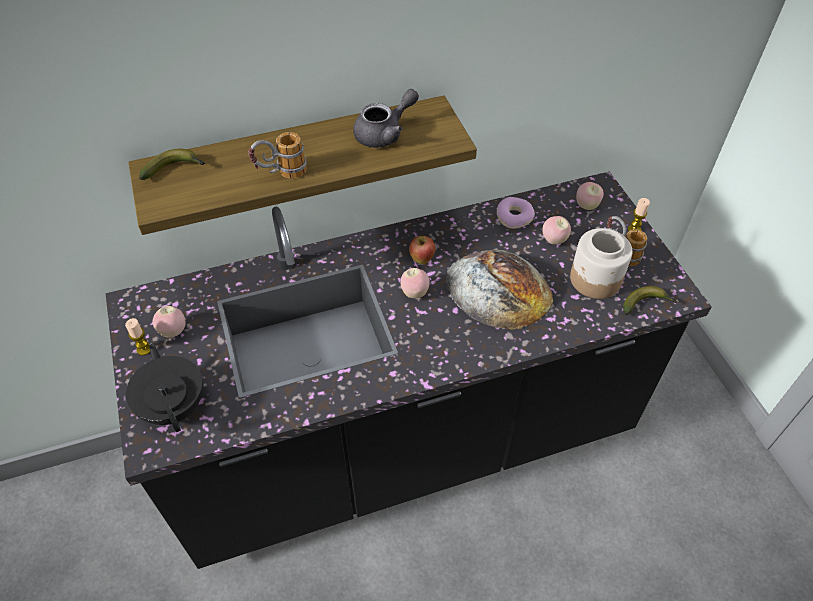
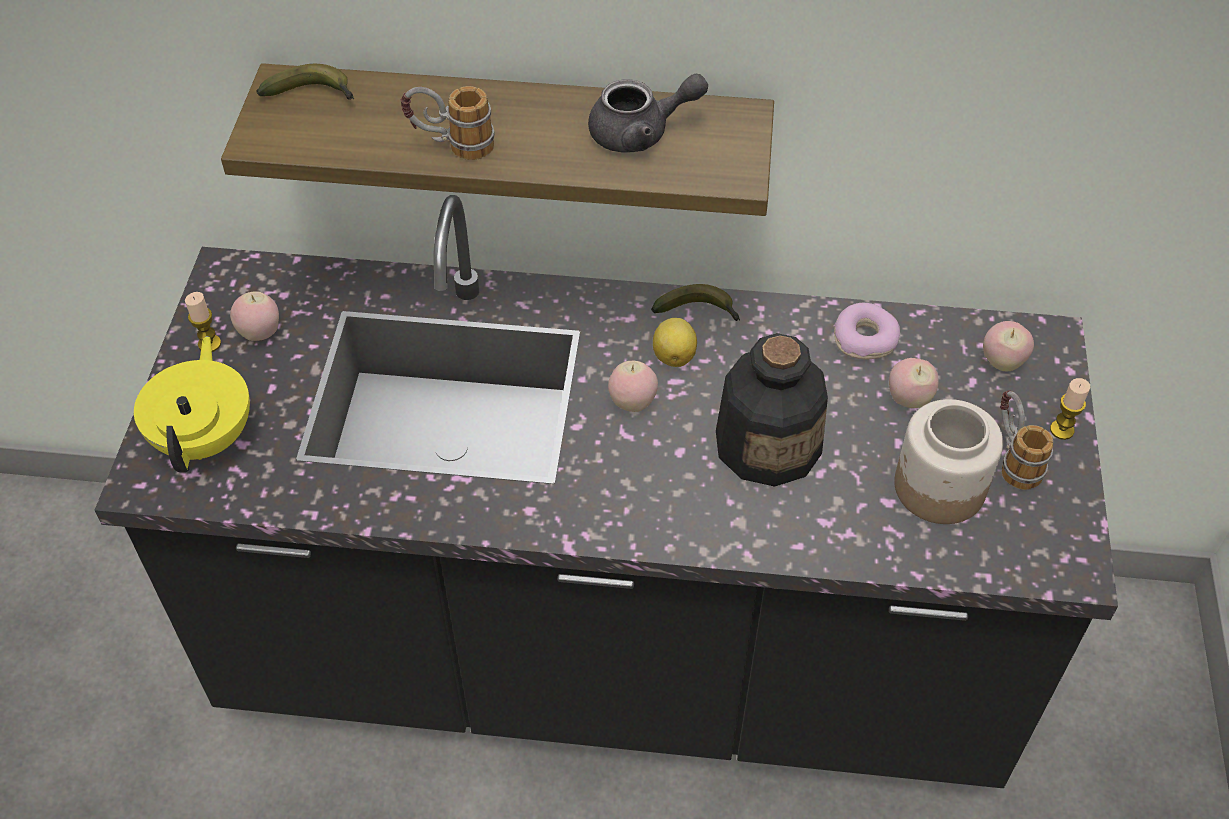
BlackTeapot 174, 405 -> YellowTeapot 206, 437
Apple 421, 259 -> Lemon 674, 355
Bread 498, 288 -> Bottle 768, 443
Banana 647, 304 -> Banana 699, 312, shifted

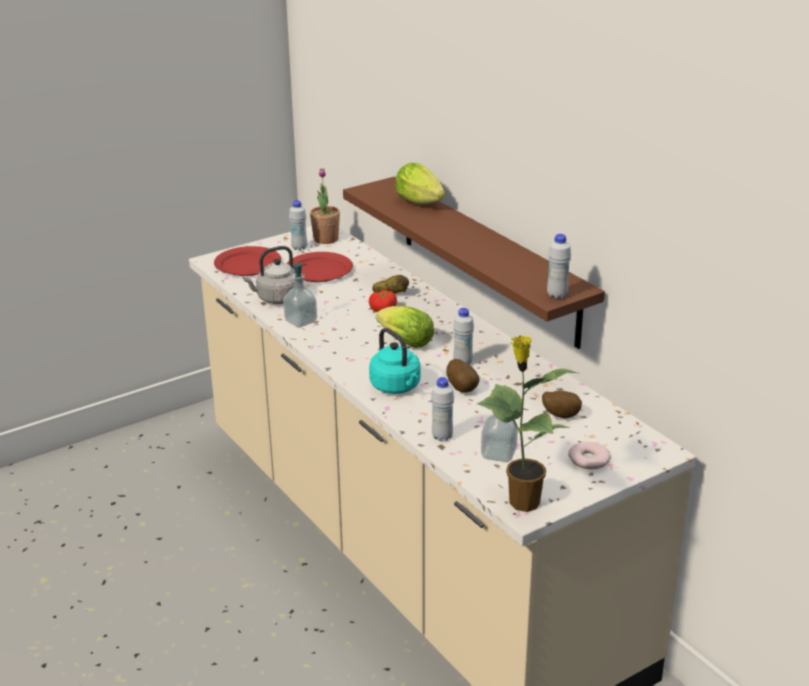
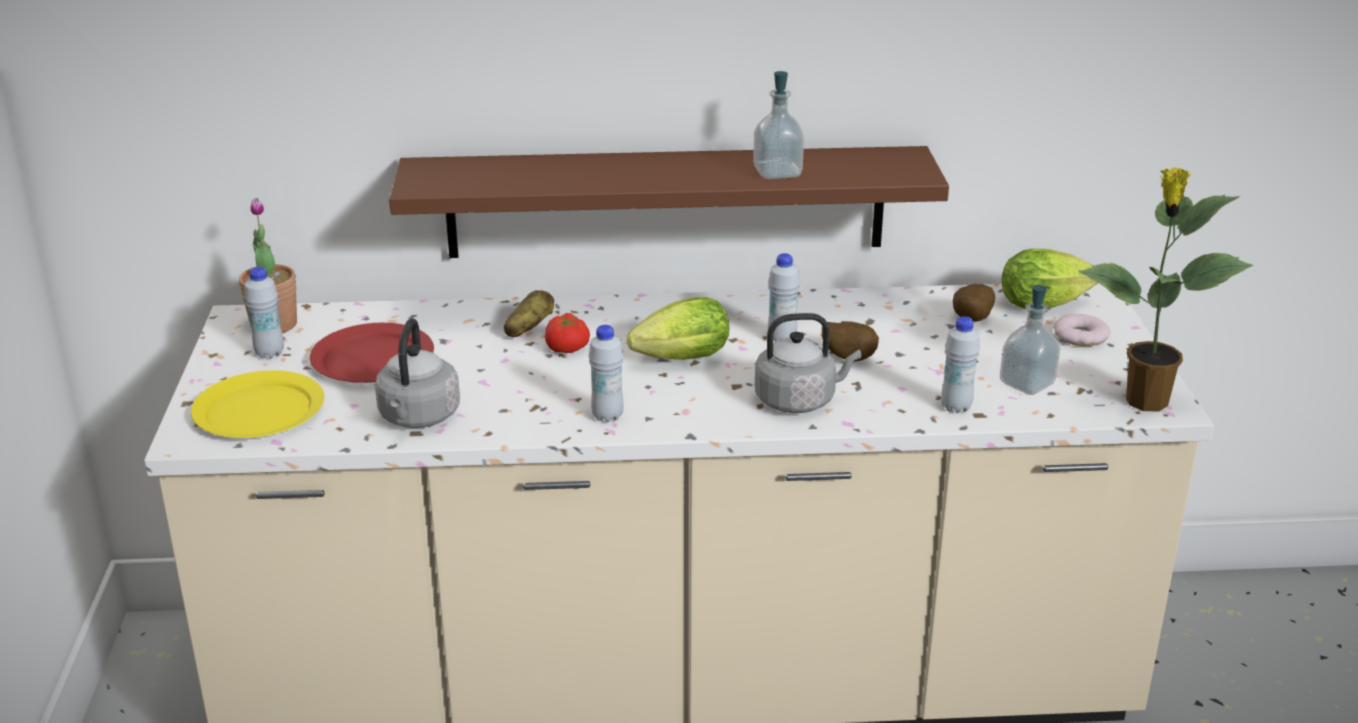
RedPlate 247, 264 -> YellowPlate 259, 411
SoapDispenser 301, 321 -> SoapDispenser 777, 172, shifted
TurquoiseKettle 397, 387 -> GreyKettle 799, 400
Lettuce 422, 203 -> Lettuce 1048, 304, shifted
WhiteBottle 557, 295 -> WhiteBottle 607, 416, shifted

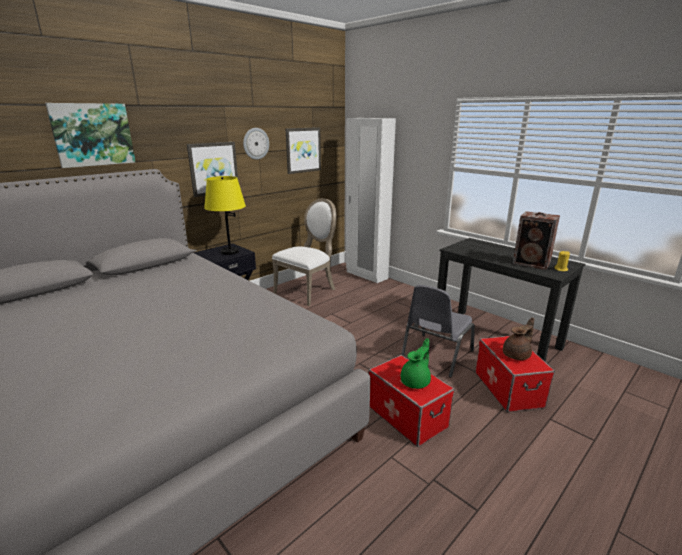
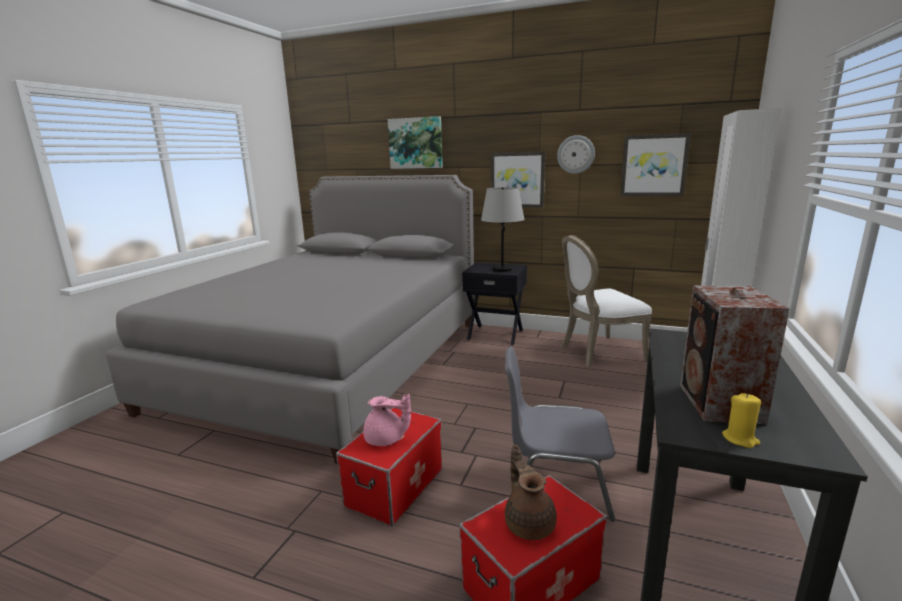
YellowTableLamp 229, 252 -> GreyTableLamp 502, 269
WhiteChair 308, 291 -> WhiteChair 598, 352, 150 degrees clockwise
GreenTeapot 416, 381 -> PinkTeapot 386, 440
BrownTeapot 517, 355 -> BrownTeapot 529, 522, 135 degrees counterclockwise

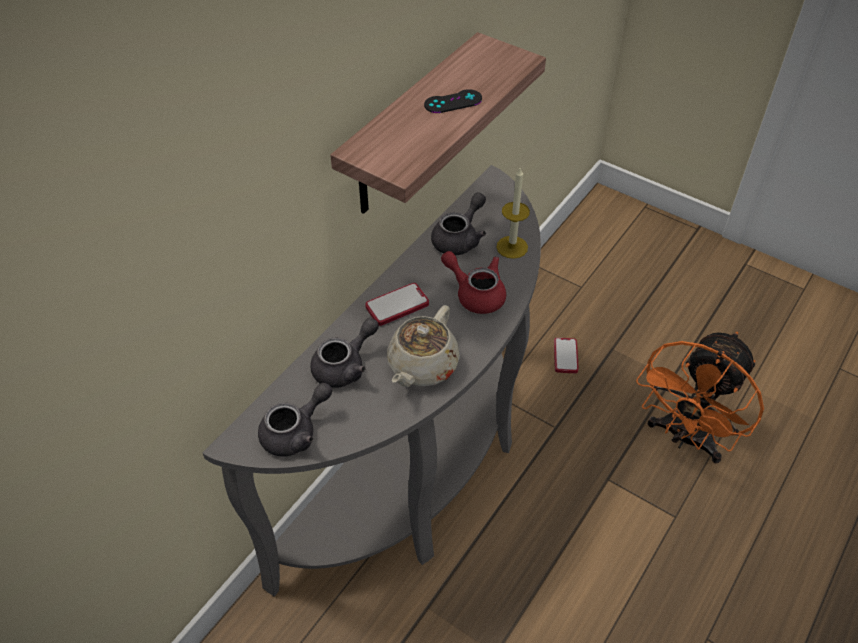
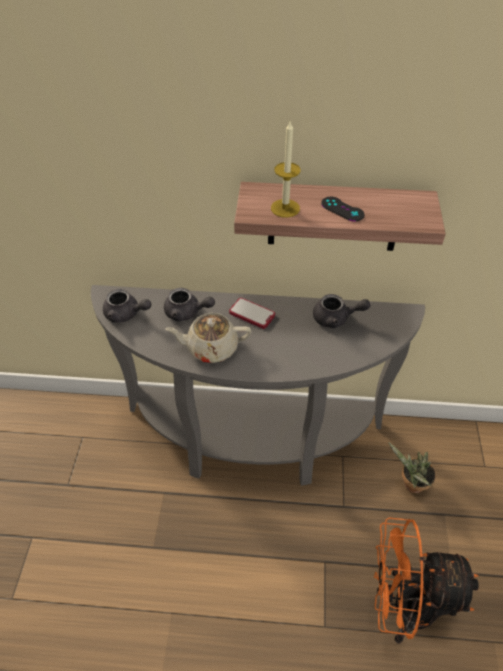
RedTeapot 475, 294 -> none
Candle 512, 247 -> Candle 285, 208, shifted
Phone 565, 356 -> PottedPlant 410, 485

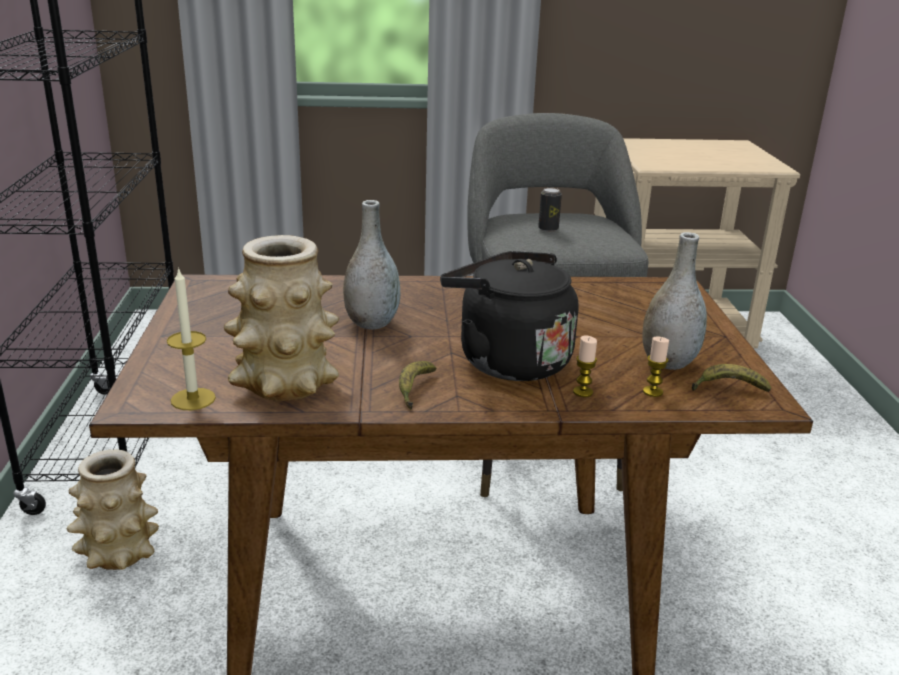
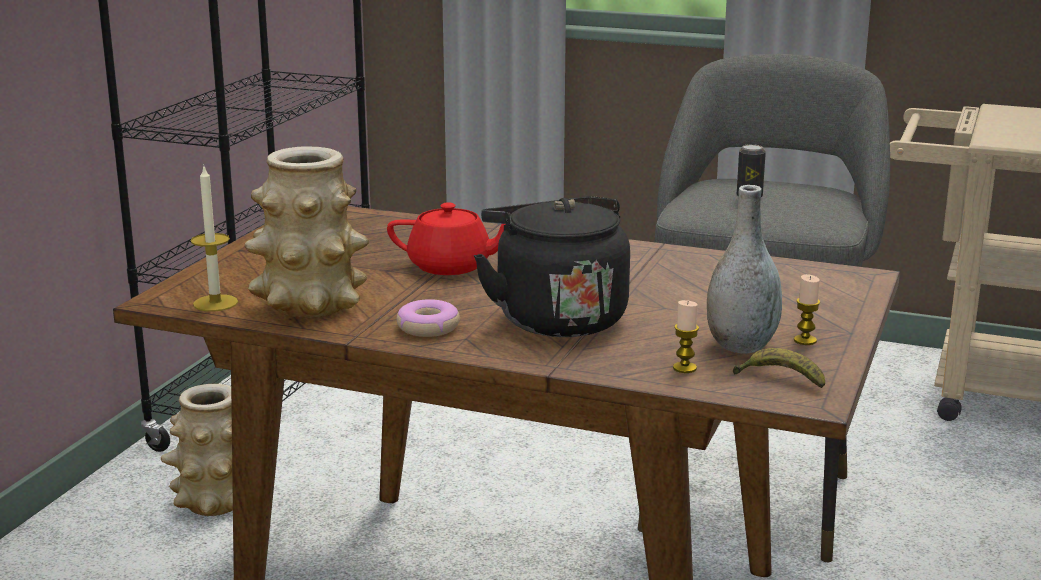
GreyVase 372, 323 -> RedTeapot 451, 266
Banana 414, 390 -> Donut 428, 327
Candle 583, 392 -> Candle 805, 340, shifted

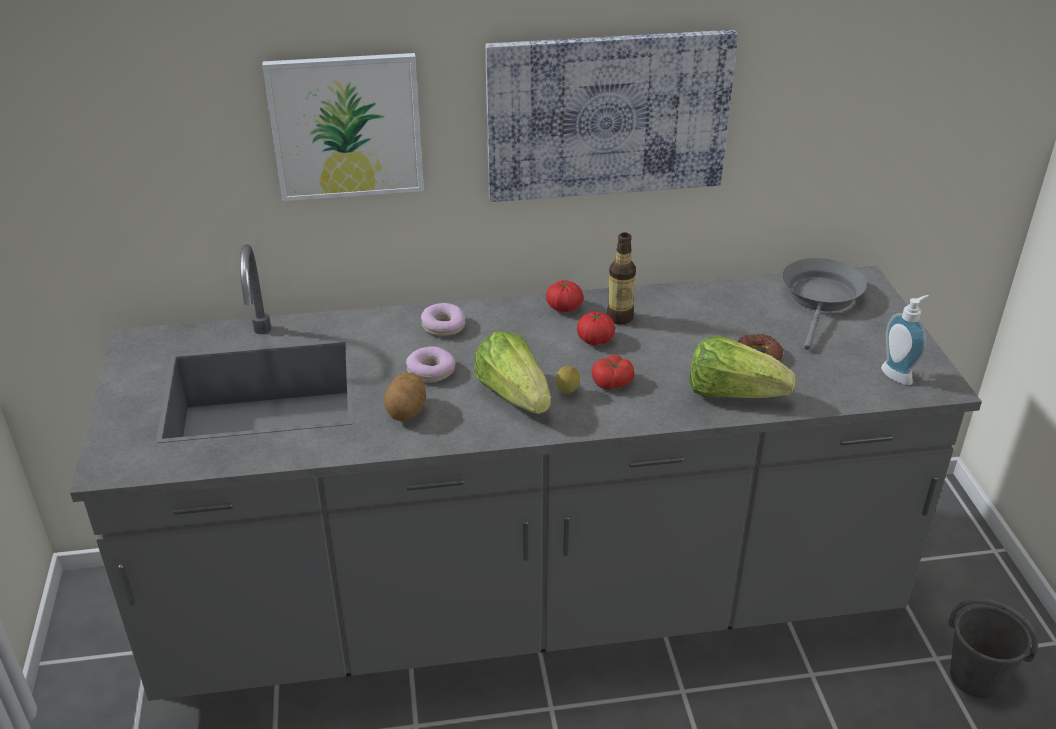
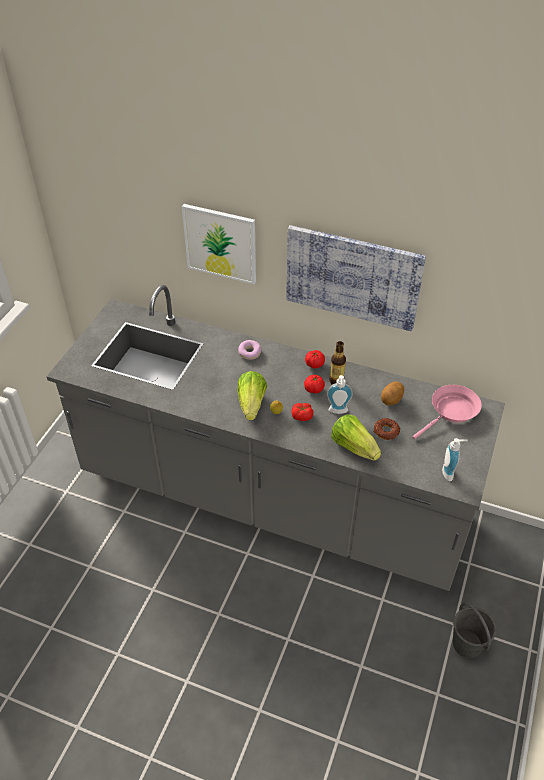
Potato 407, 412 -> Potato 391, 400, shifted
Donut 431, 371 -> none
GreyFryingPan 821, 299 -> PinkFryingPan 451, 412
none -> SoapDispenser 338, 412

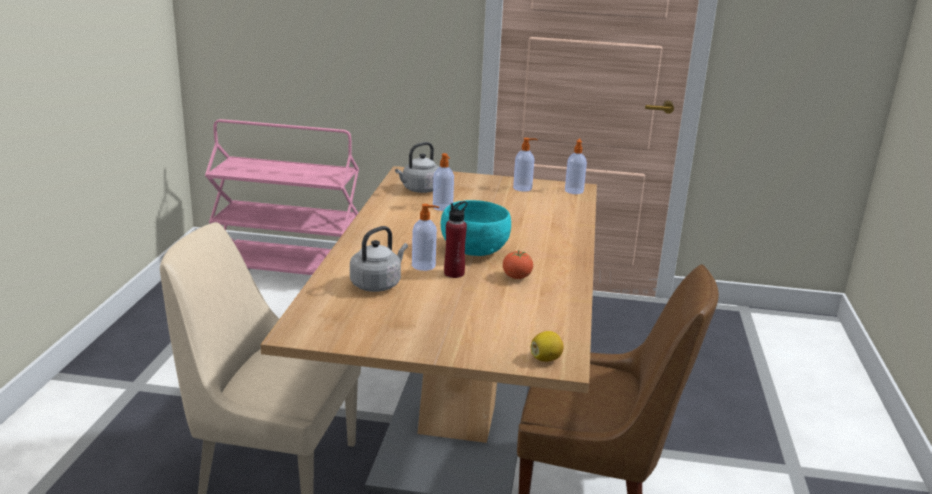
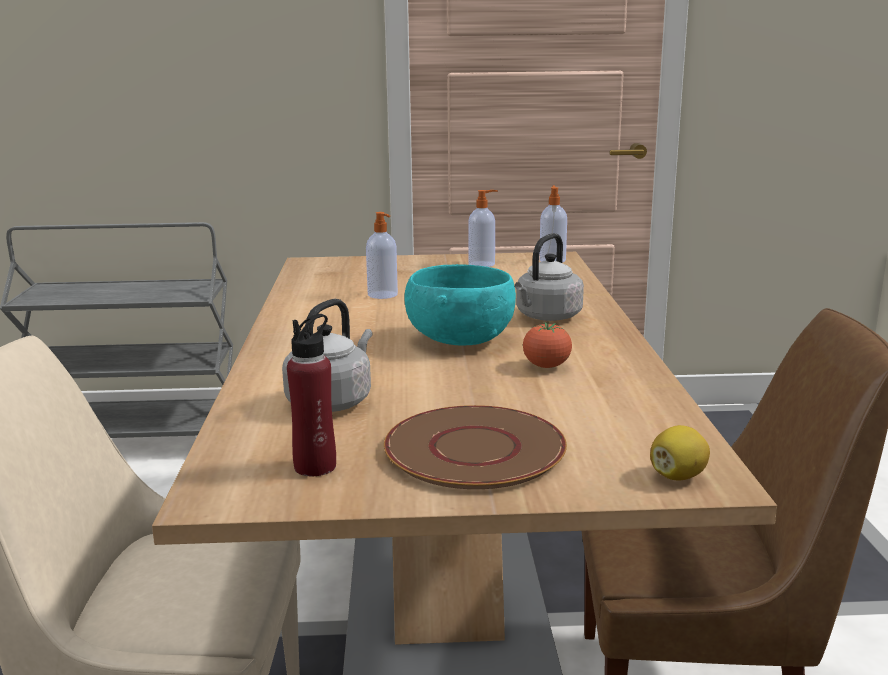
PinkCart 288, 274 -> GreyCart 138, 441
GreyKettle 419, 190 -> GreyKettle 546, 317, shifted
SoapDispenser 424, 266 -> none
RedBottle 454, 273 -> RedBottle 315, 466, shifted
none -> BrownPlate 474, 449

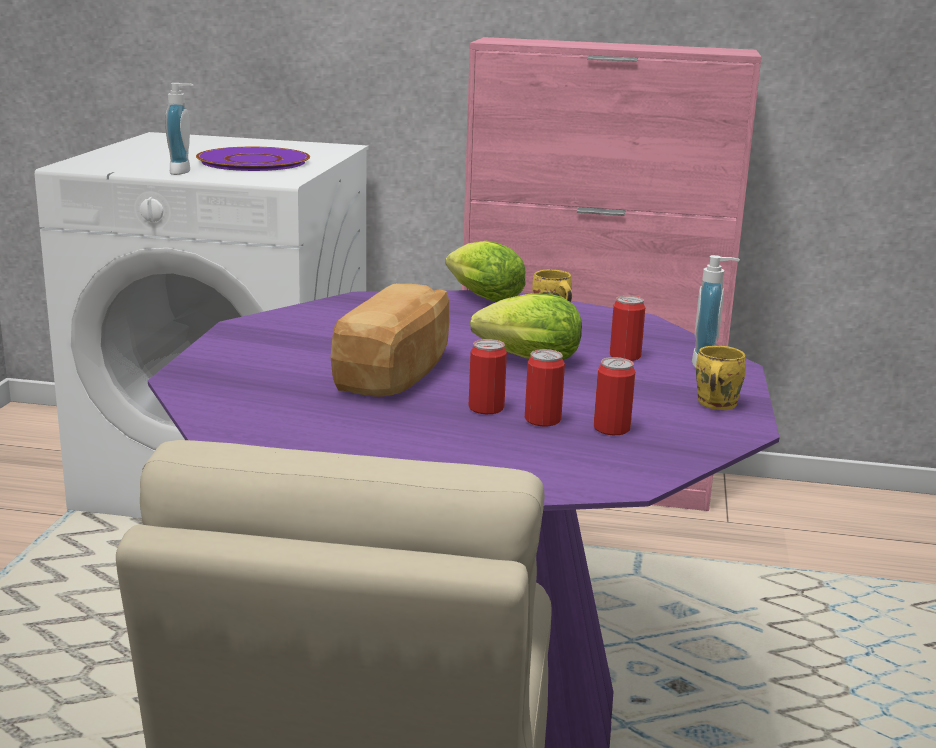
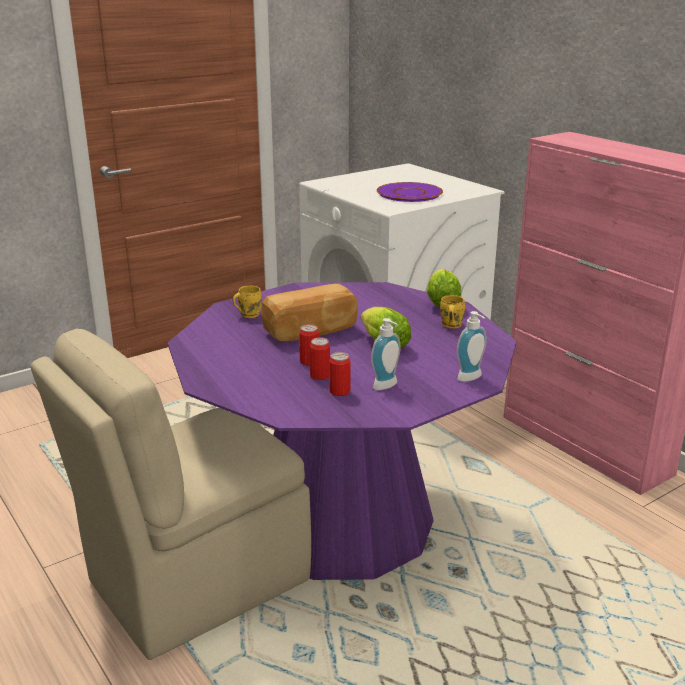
SoapDispenser 184, 172 -> SoapDispenser 387, 386, shifted
Can 625, 356 -> none
YellowMug 713, 405 -> YellowMug 248, 314, shifted

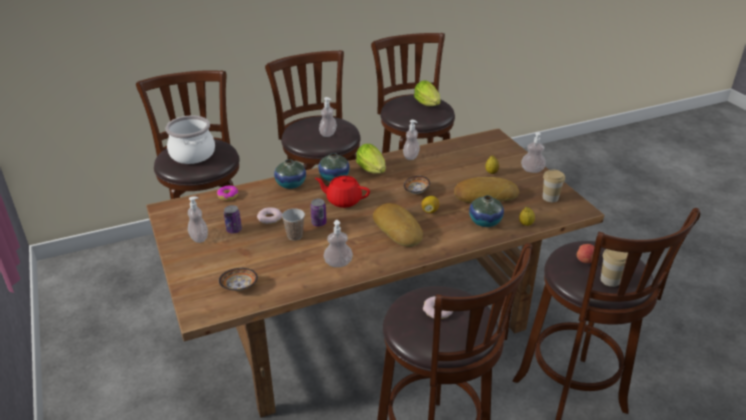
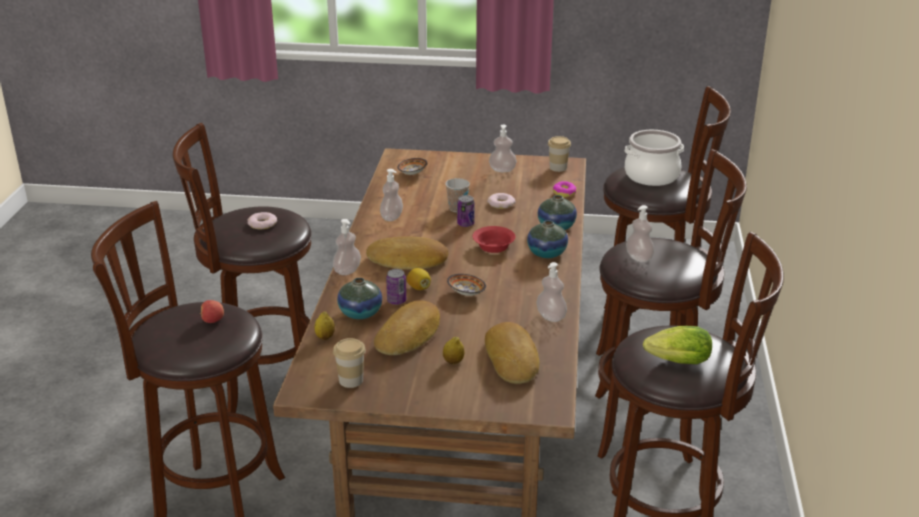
Can 234, 230 -> Can 396, 301, shifted
RedTeapot 343, 200 -> RedBowl 493, 246
Lettuce 372, 171 -> none
SoapDispenser 532, 170 -> SoapDispenser 347, 271, shifted
Cup 610, 280 -> Cup 558, 168, shifted
none -> Bread 513, 359

